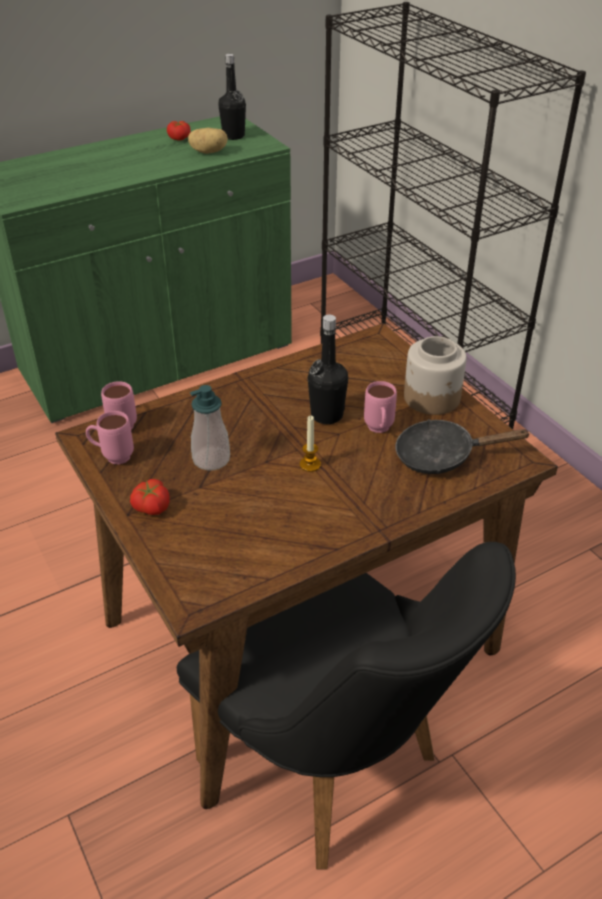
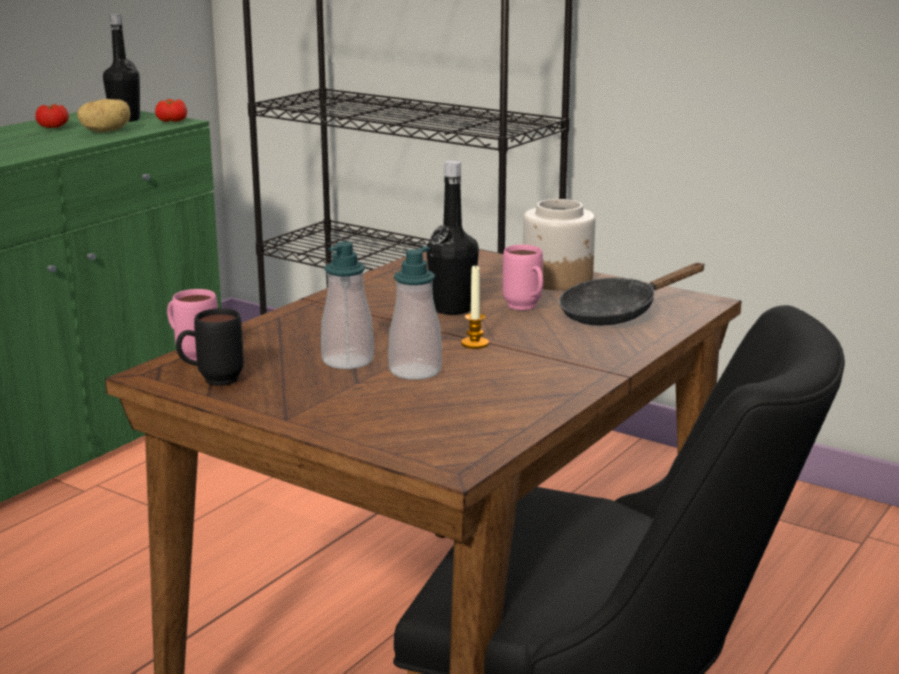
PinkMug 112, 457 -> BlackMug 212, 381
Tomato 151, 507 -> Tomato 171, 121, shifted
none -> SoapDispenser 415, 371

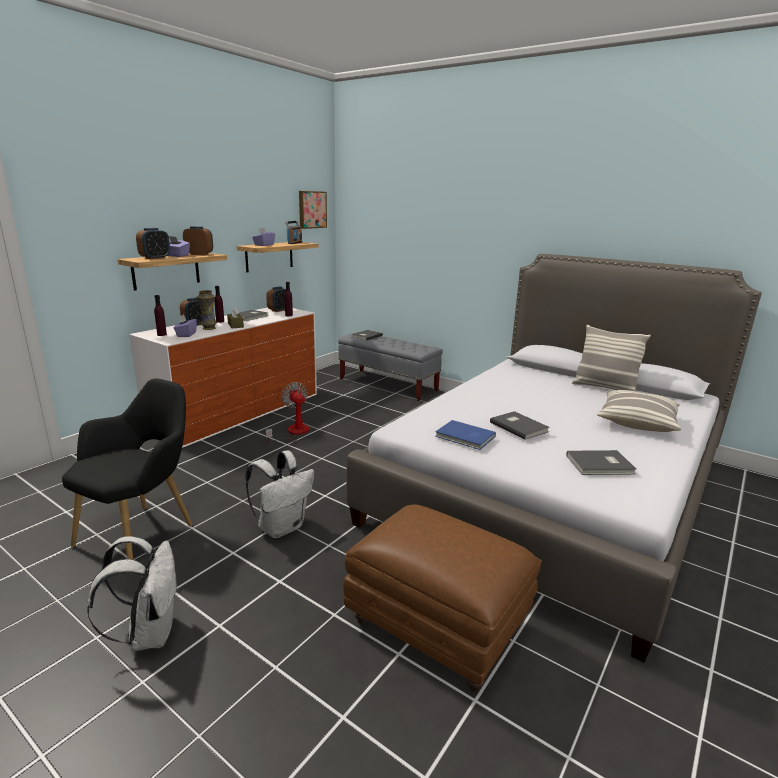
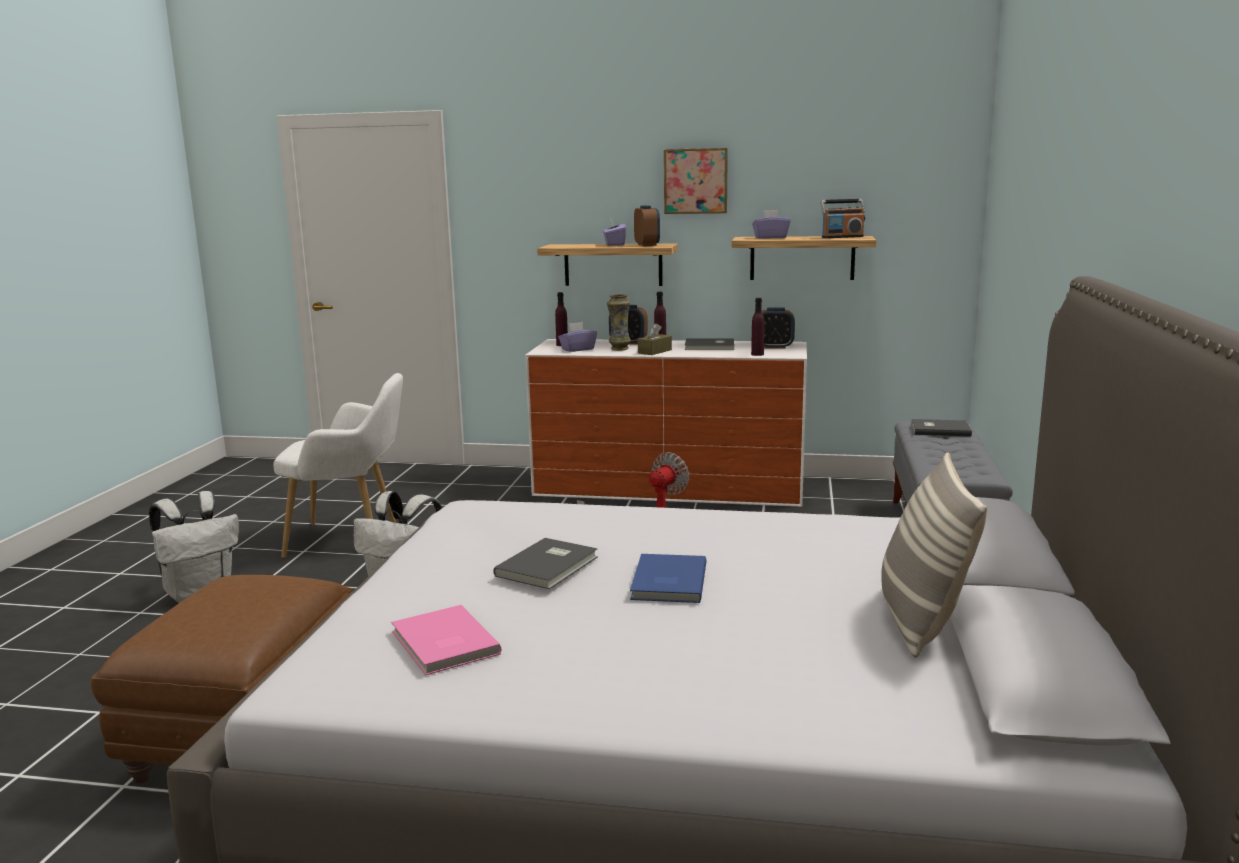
BlackArmchair 143, 532 -> WhiteArmchair 351, 539
AlarmClock 155, 258 -> none
Picture 311, 209 -> Picture 695, 181, shifted
BlueBook 465, 437 -> BlueBook 666, 582, shifted
GreyBook 601, 465 -> PinkBook 443, 644
Pillow 636, 422 -> none

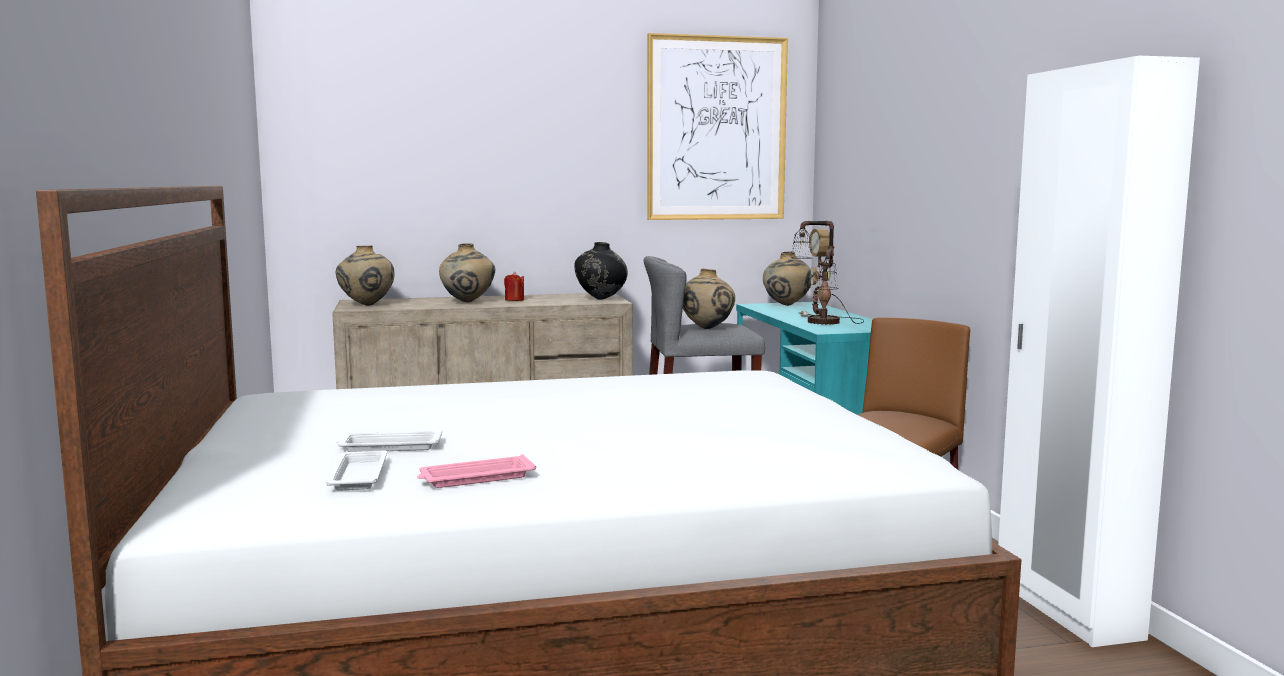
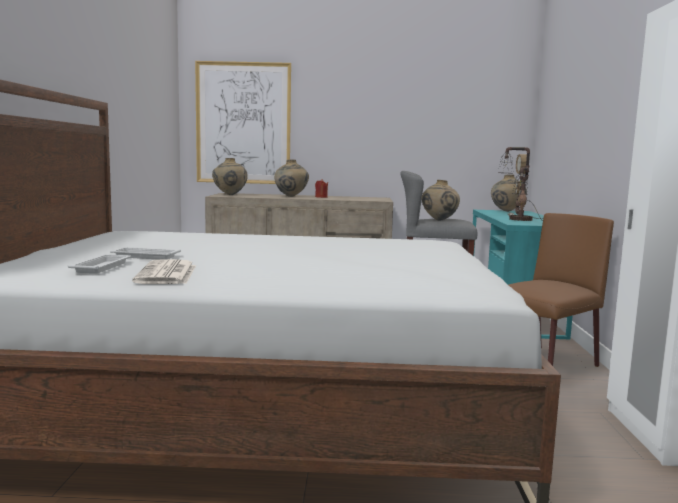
PinkTray 475, 478 -> Newspaper 167, 274
BlackVase 601, 299 -> none
Picture 716, 129 -> Picture 243, 123, shifted

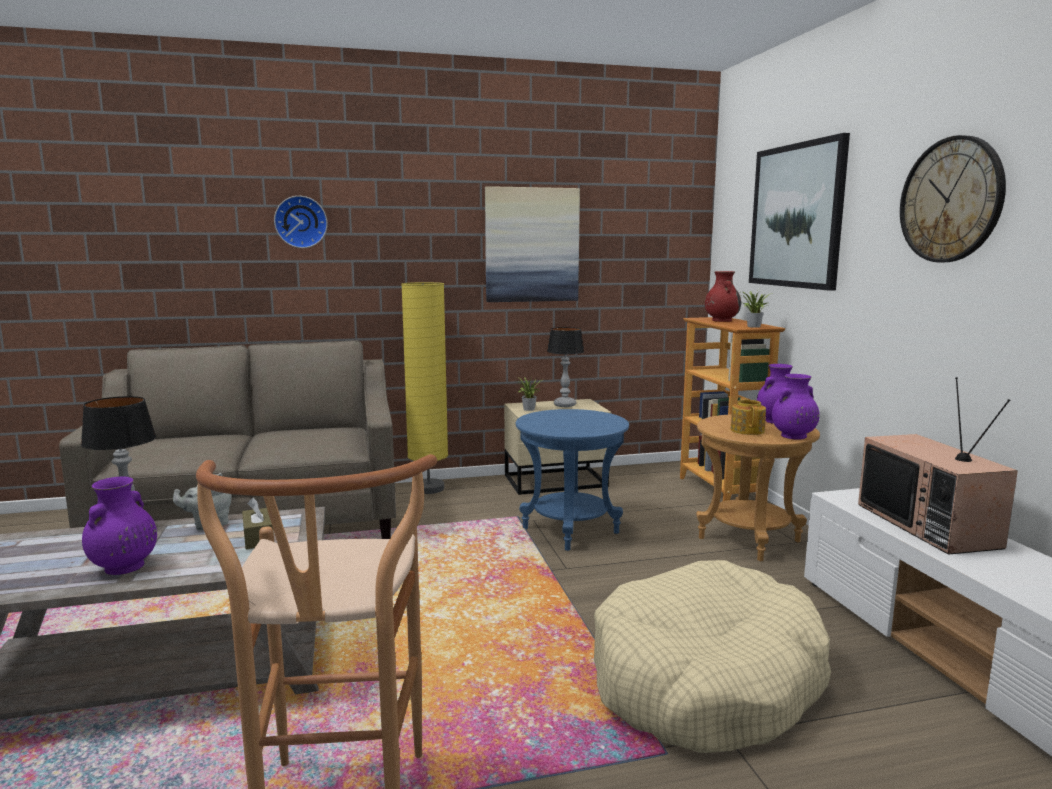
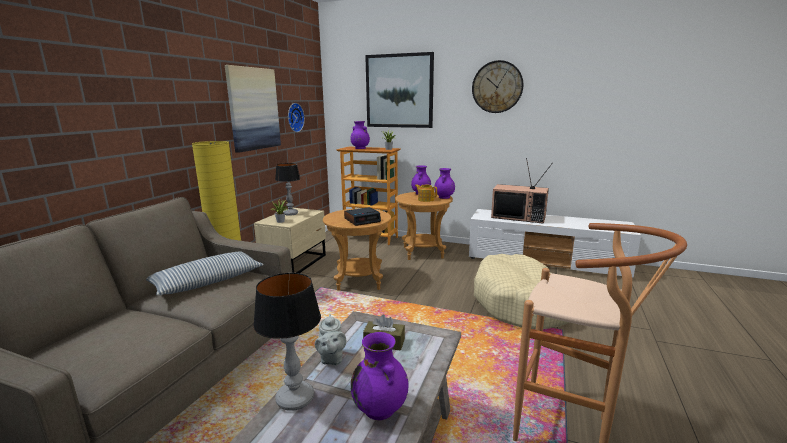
WallClock 301, 222 -> WallClock 294, 117, shifted
BlueSideTable 570, 530 -> BrownSideTable 359, 281
RedVase 721, 320 -> PurpleVase 360, 148
none -> Pillow 208, 281
none -> AlarmClock 362, 220

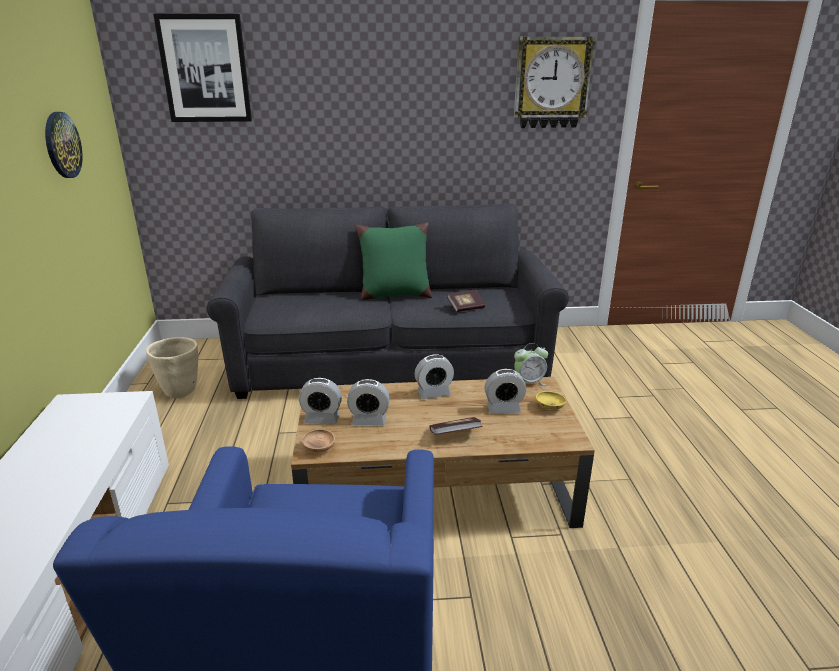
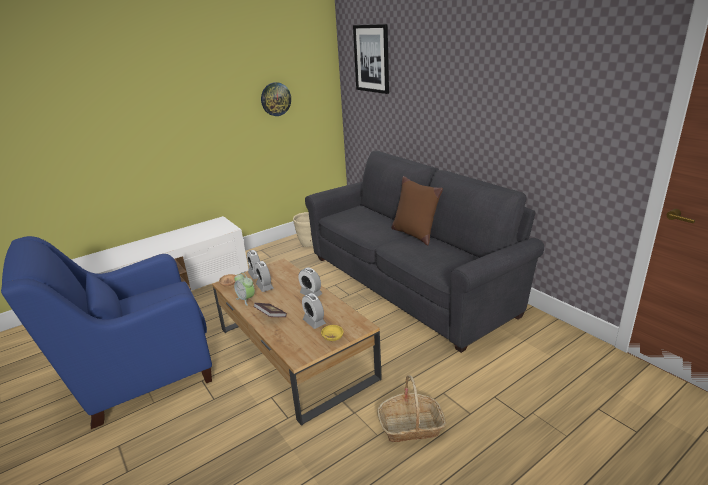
GreenPillow 394, 295 -> BrownPillow 414, 234
Book 466, 308 -> none
WallClock 551, 83 -> none
AlarmClock 529, 382 -> AlarmClock 246, 299, shifted
none -> Basket 411, 426

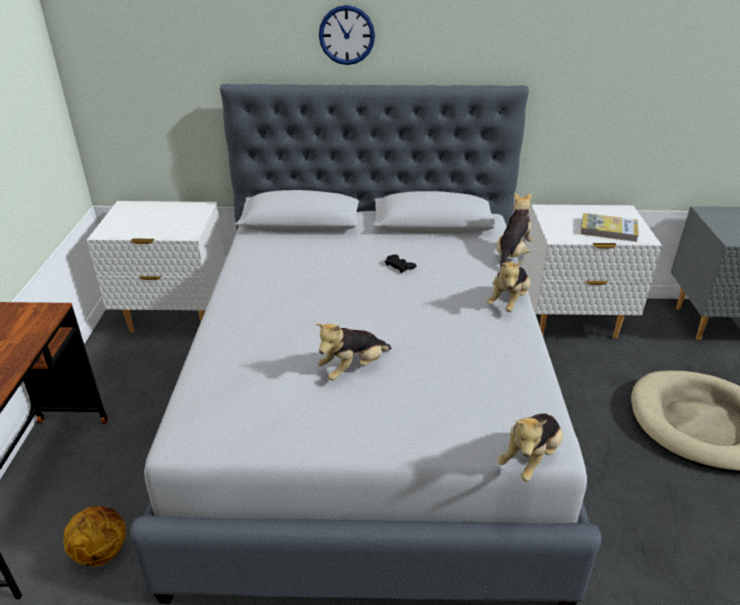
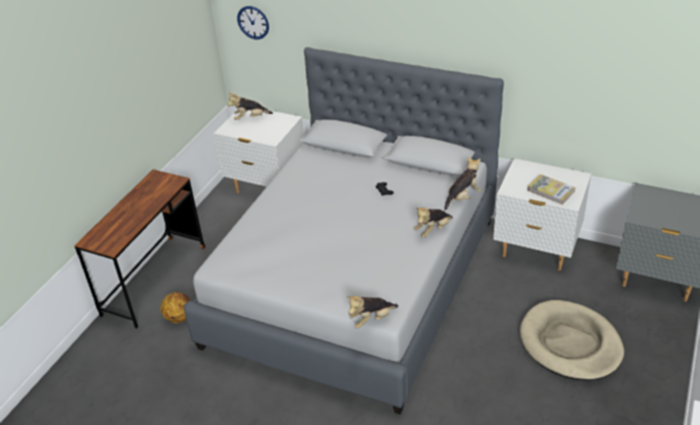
PlushToy 353, 368 -> PlushToy 250, 118, shifted
WallClock 346, 35 -> WallClock 253, 22, shifted

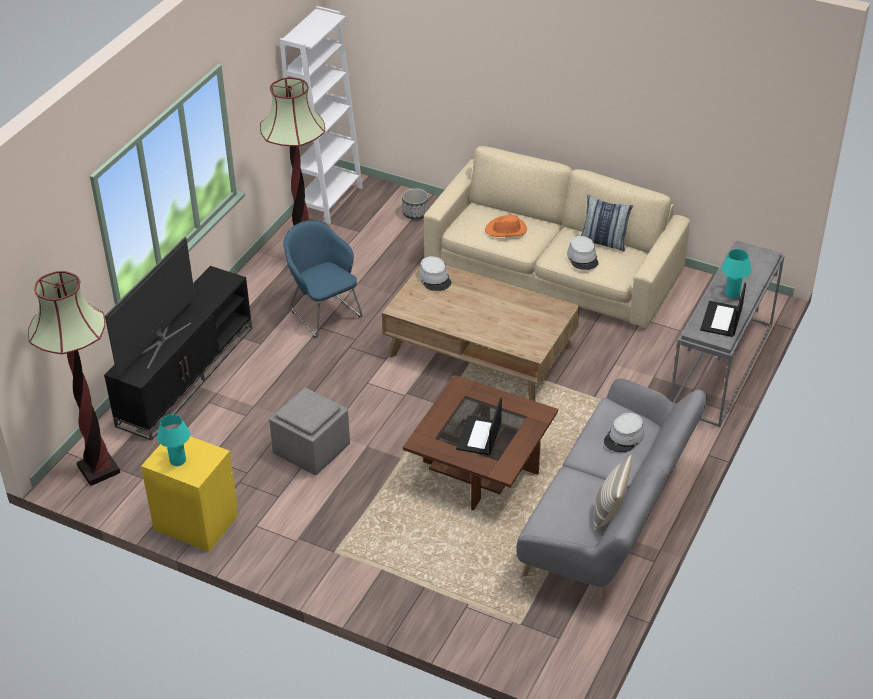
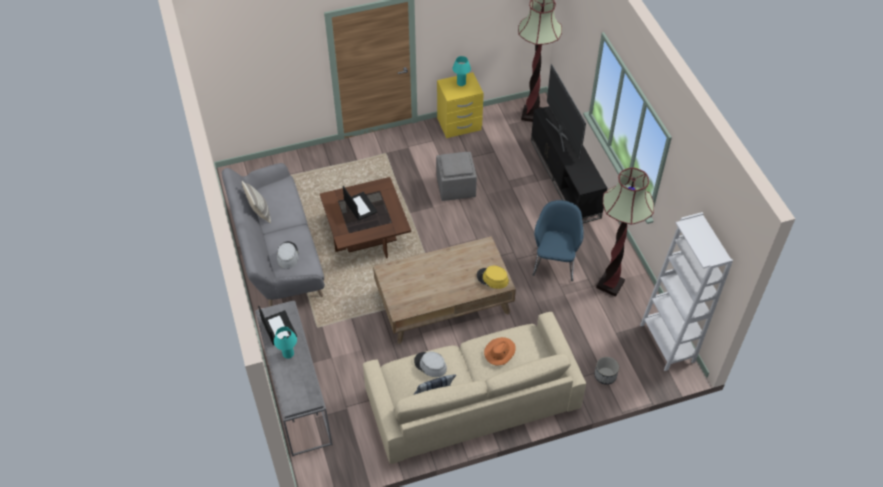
BlueArmchair 323, 312 -> BlueArmchair 554, 262, 90 degrees counterclockwise
GreyHat 435, 278 -> YellowHat 492, 278

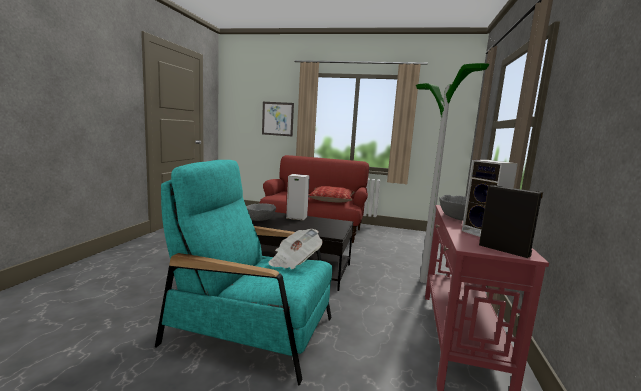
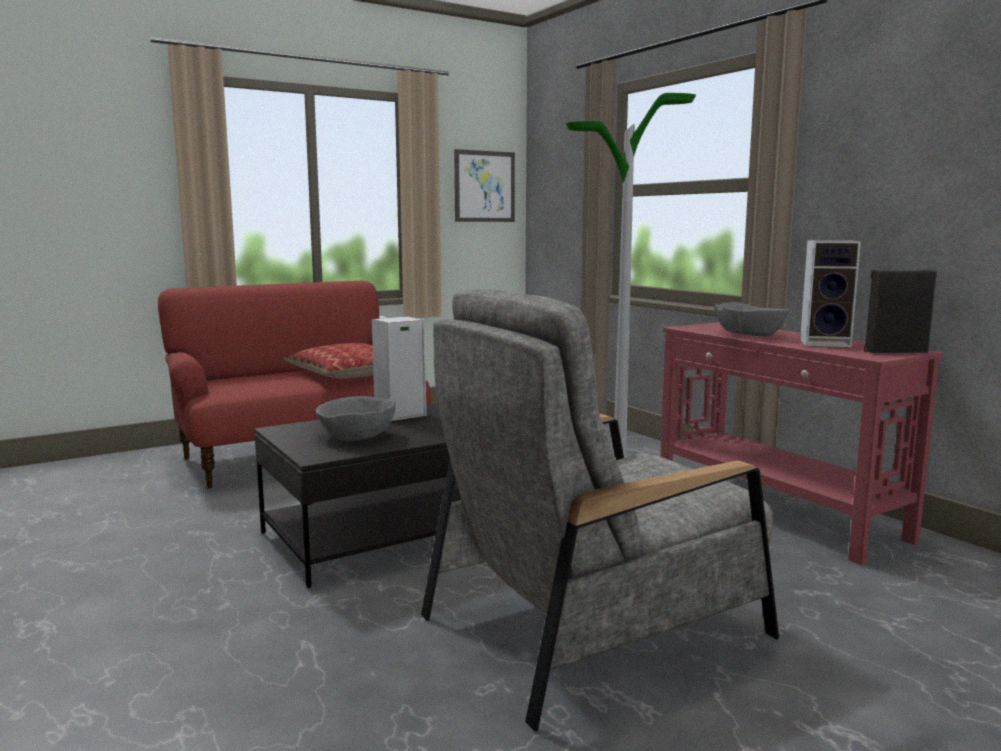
TurquoiseArmchair 252, 330 -> GreyArmchair 594, 625
Picture 277, 119 -> Picture 484, 186, shifted
Newspaper 294, 261 -> none

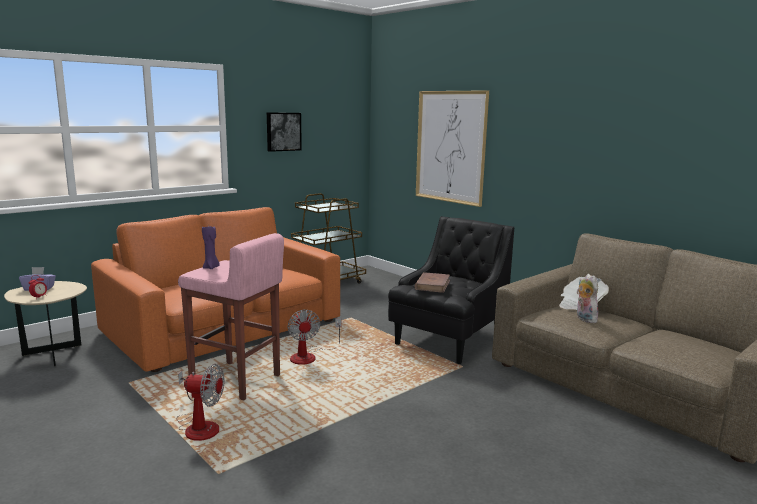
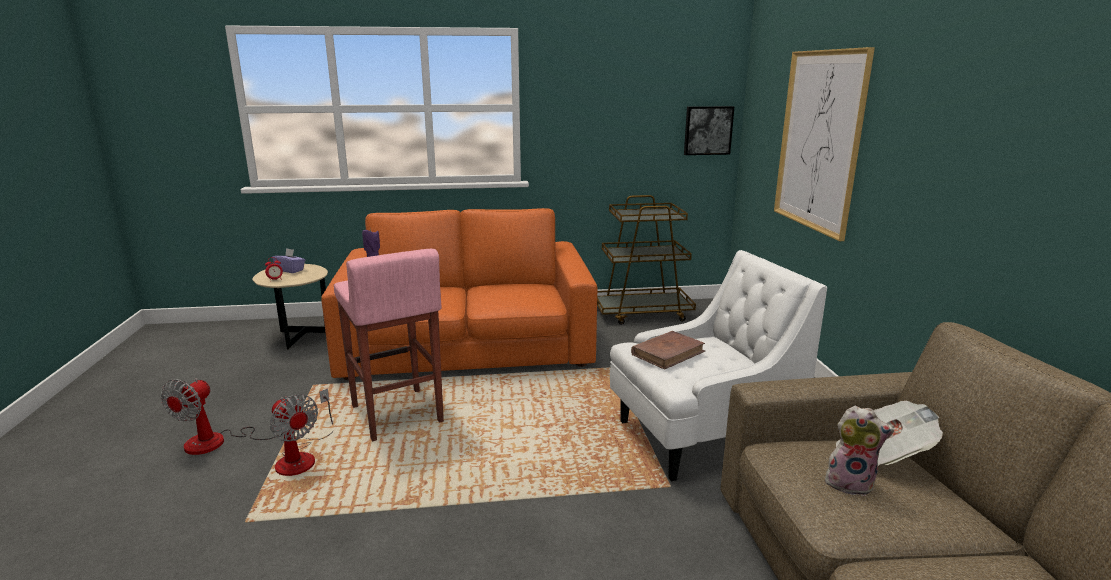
Picture 283, 131 -> Picture 707, 130, shifted
Fan 309, 356 -> Fan 220, 442, shifted
BlackArmchair 448, 340 -> WhiteArmchair 700, 437
PlushToy 584, 319 -> PlushToy 850, 483, 90 degrees clockwise

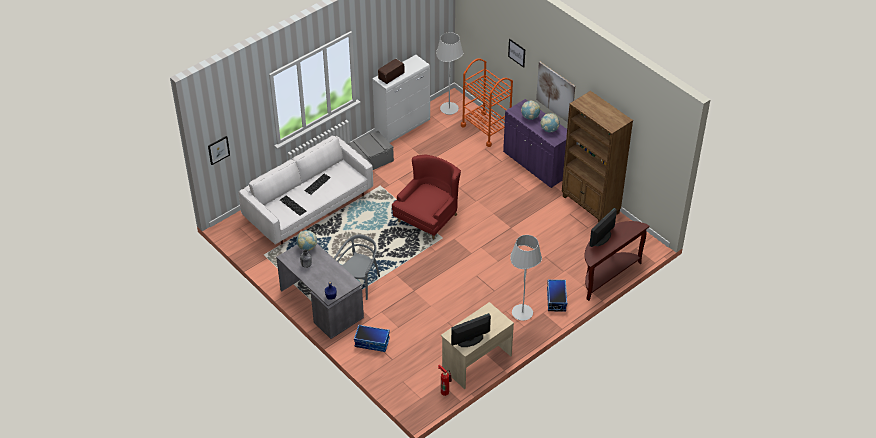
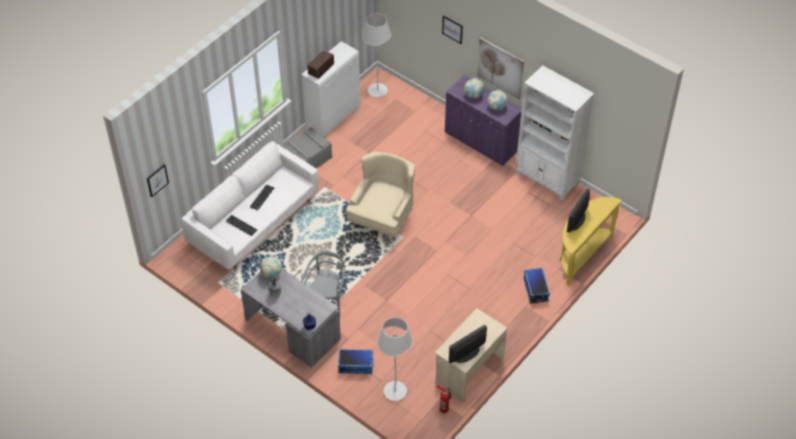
RedArmchair 428, 217 -> BeigeArmchair 383, 215
OrangeCart 486, 129 -> none
WhiteFloorLamp 522, 313 -> WhiteFloorLamp 395, 392, shifted
BrownBookcase 590, 205 -> WhiteBookcase 547, 179
BrownConsoleTable 607, 275 -> YellowConsoleTable 581, 255

